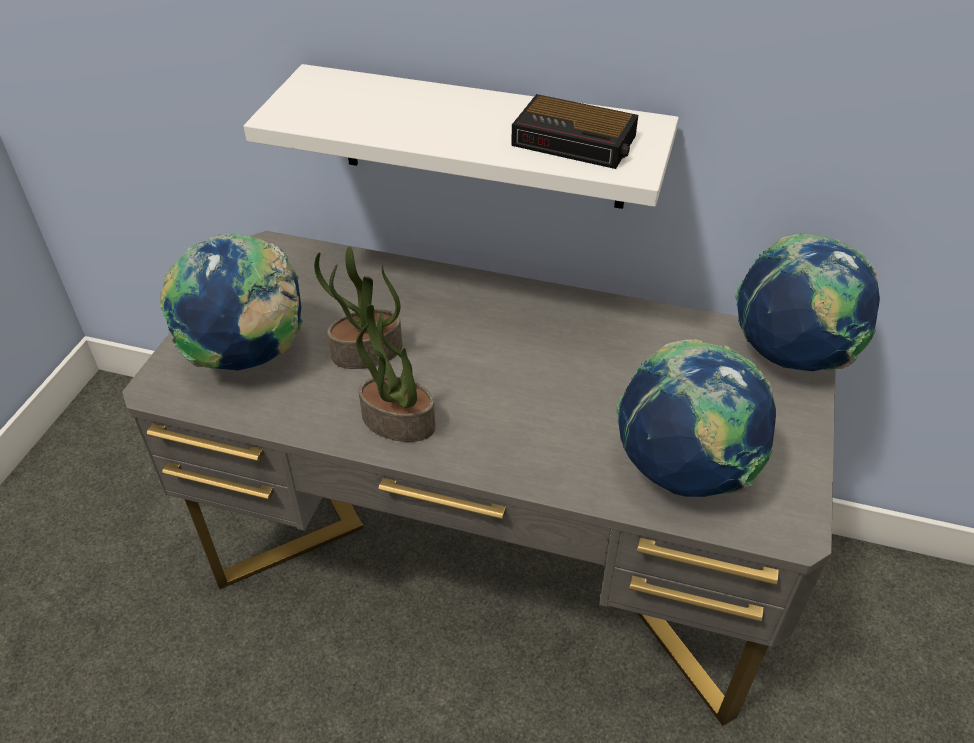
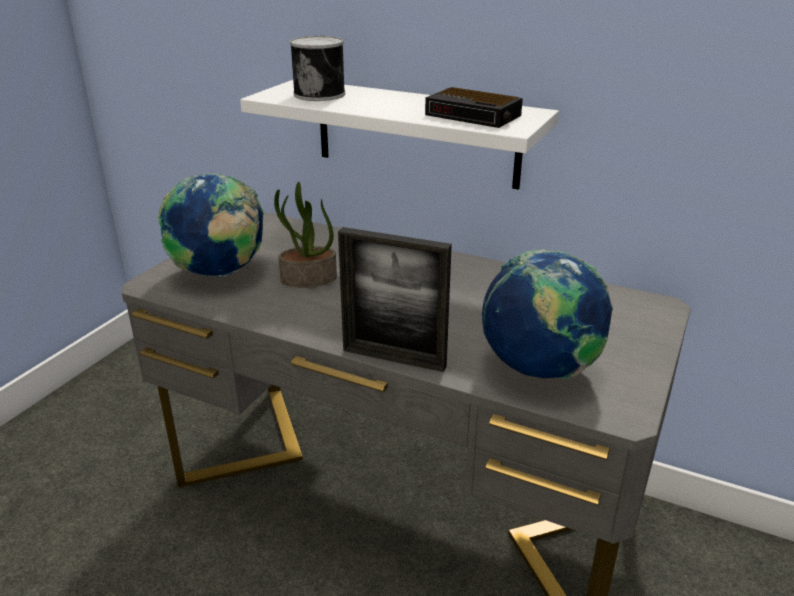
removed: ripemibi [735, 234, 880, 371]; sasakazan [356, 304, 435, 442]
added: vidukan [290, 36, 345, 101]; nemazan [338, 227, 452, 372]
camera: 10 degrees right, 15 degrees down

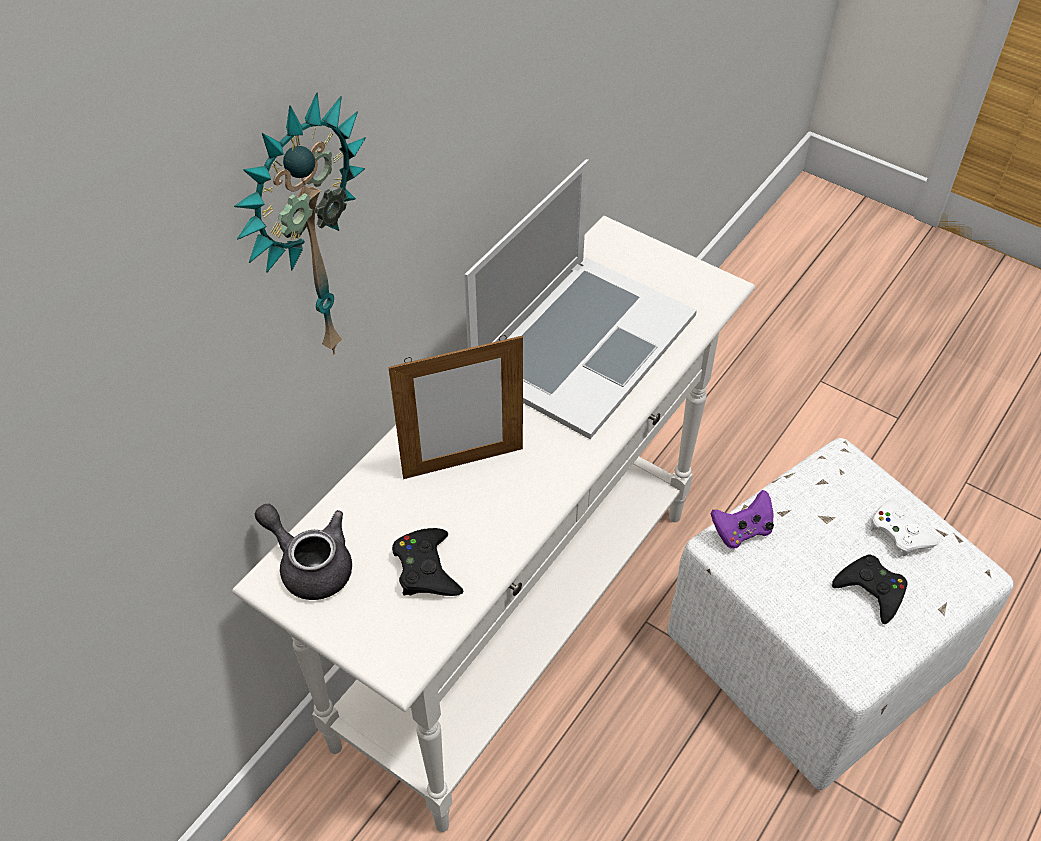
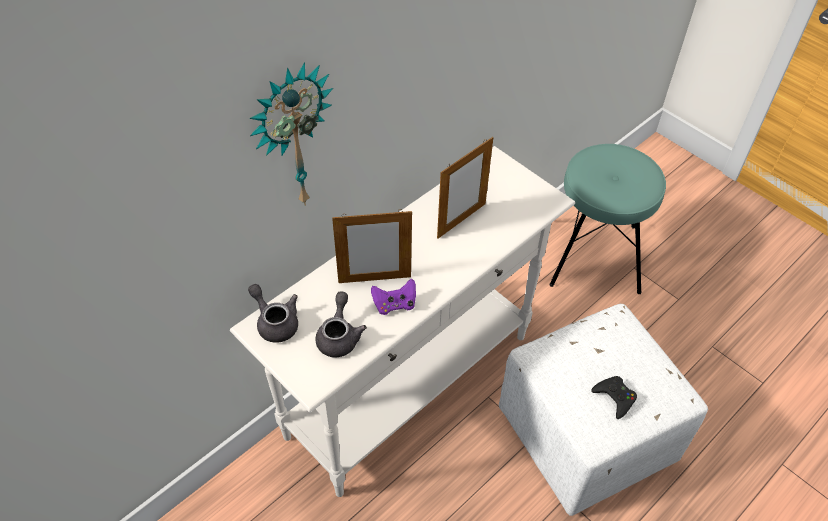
removed: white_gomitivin [869, 500, 940, 558]
added: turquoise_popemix [549, 144, 666, 294]
moved: purple_gomitivin [711, 490, 774, 549] to [371, 279, 416, 315]
replaced: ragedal [464, 159, 697, 439] to nemazan [437, 137, 493, 239]; black_gomitivin [392, 528, 463, 596] to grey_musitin [315, 292, 367, 358]
camera: 10 degrees right, 0 degrees up

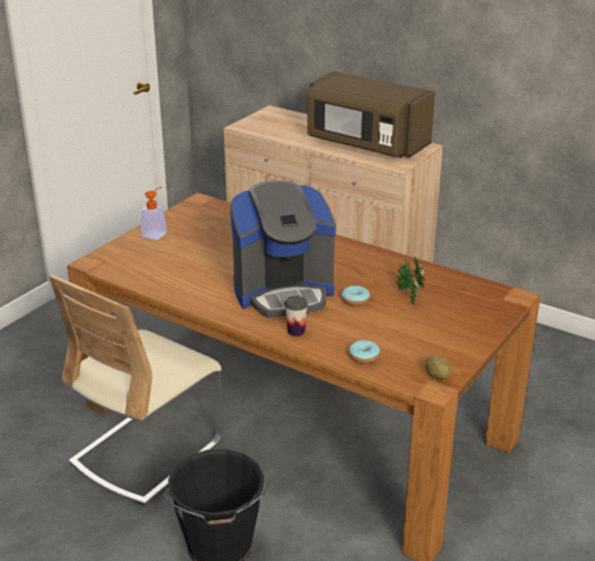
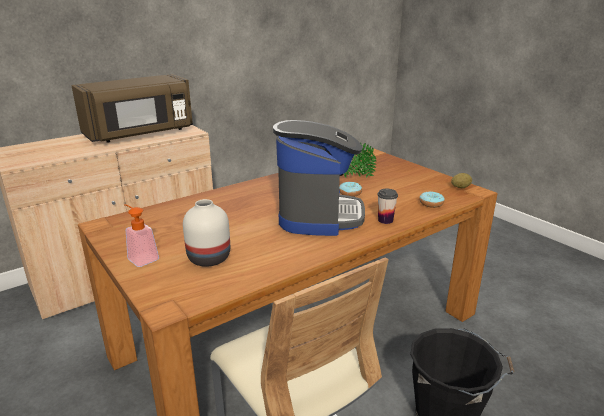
added: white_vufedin [183, 199, 230, 267]
camera: 70 degrees left, 5 degrees down

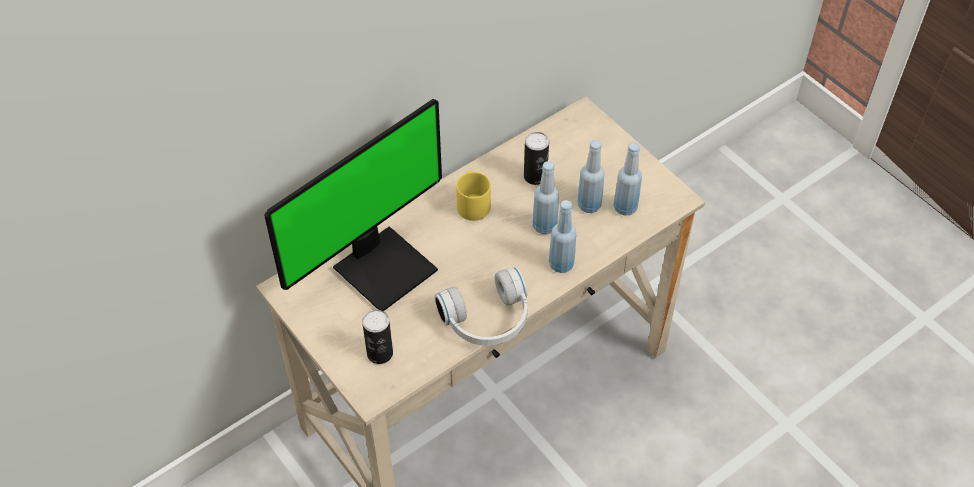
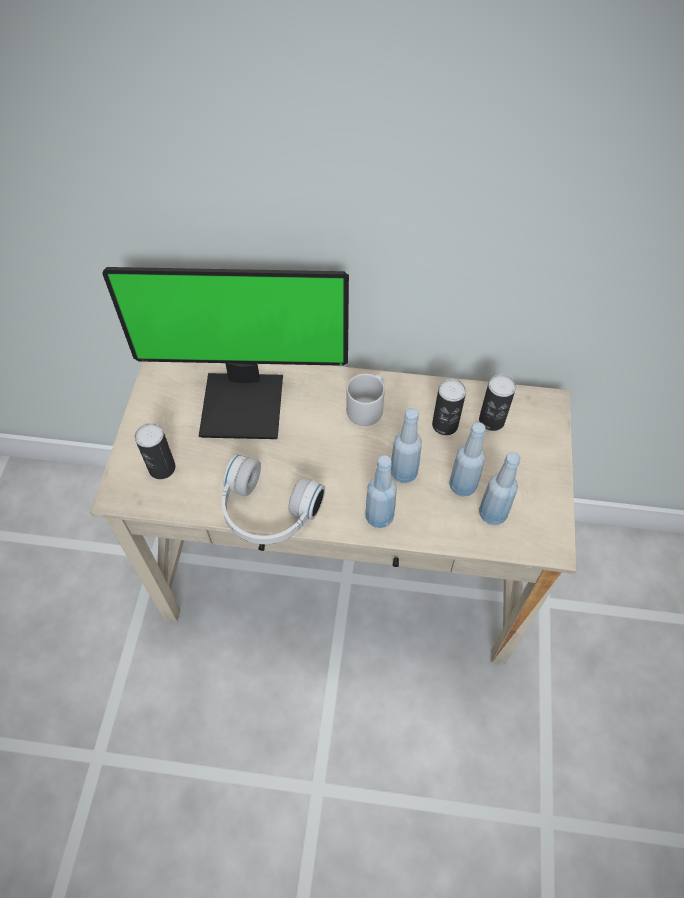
added: vidukan [479, 374, 516, 431]
recoloured: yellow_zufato [456, 171, 491, 221] to grey_zufato [346, 374, 385, 426]
camera: 45 degrees right, 5 degrees up

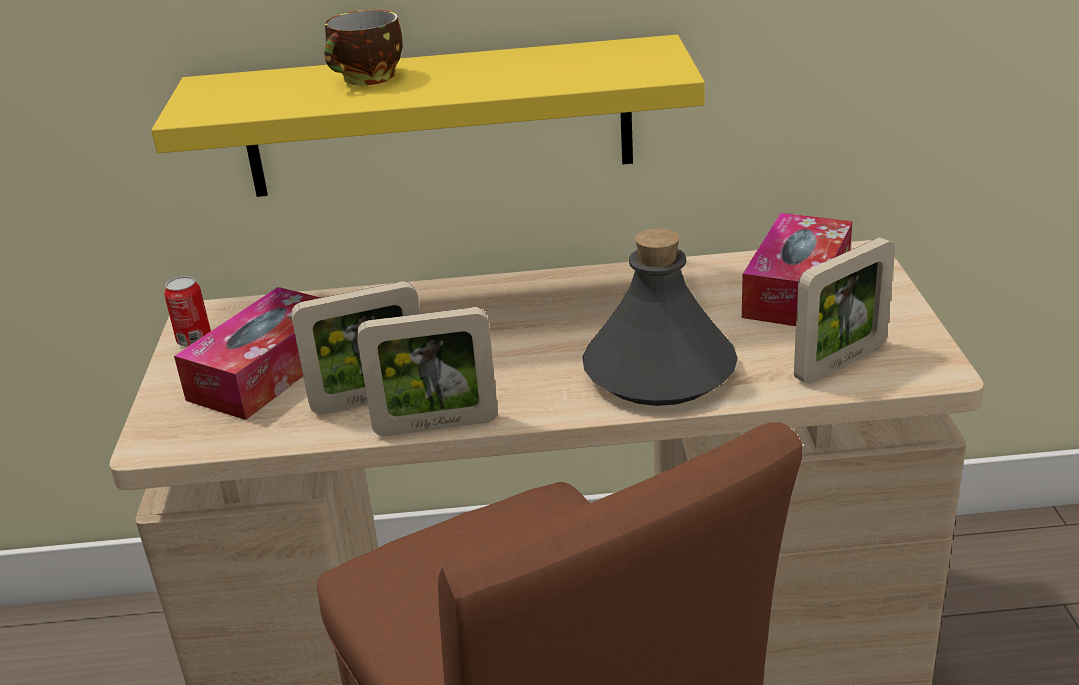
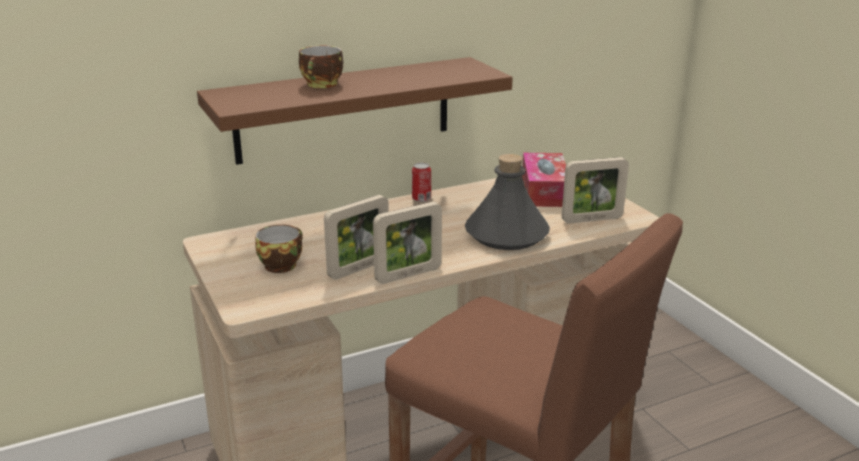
moved: vidukan [164, 276, 211, 347] to [412, 163, 431, 202]
replaced: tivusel [174, 287, 321, 420] to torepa [255, 225, 303, 273]
recoloured: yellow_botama [151, 35, 705, 197] to brown_botama [197, 57, 513, 165]
turned: nemazan [794, 238, 895, 384] = [562, 157, 629, 224] 45 degrees clockwise
camera: 25 degrees left, 5 degrees down

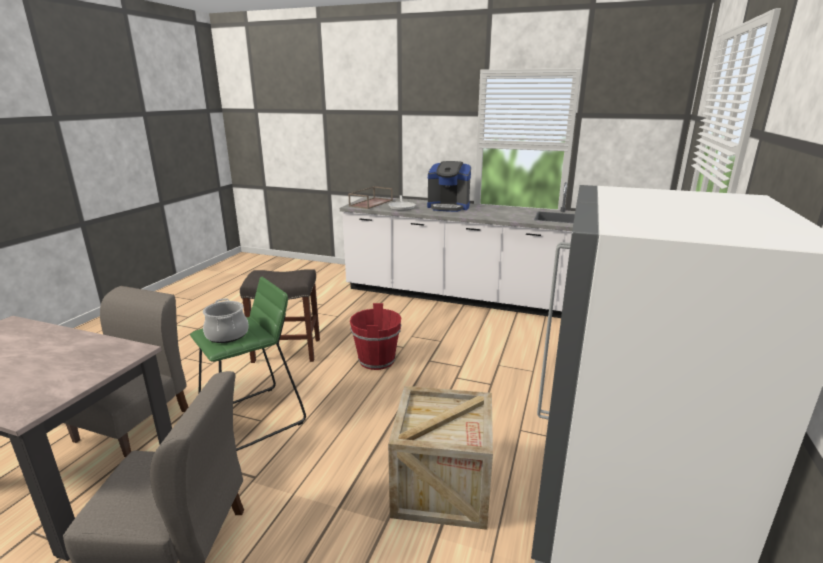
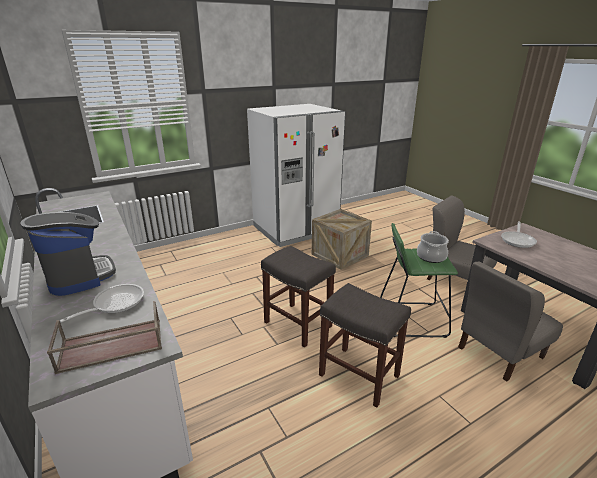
added: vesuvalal [501, 221, 537, 248]
replaced: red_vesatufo [350, 303, 401, 370] to grey_popemix [261, 246, 336, 347]
camera: 140 degrees left, 5 degrees up

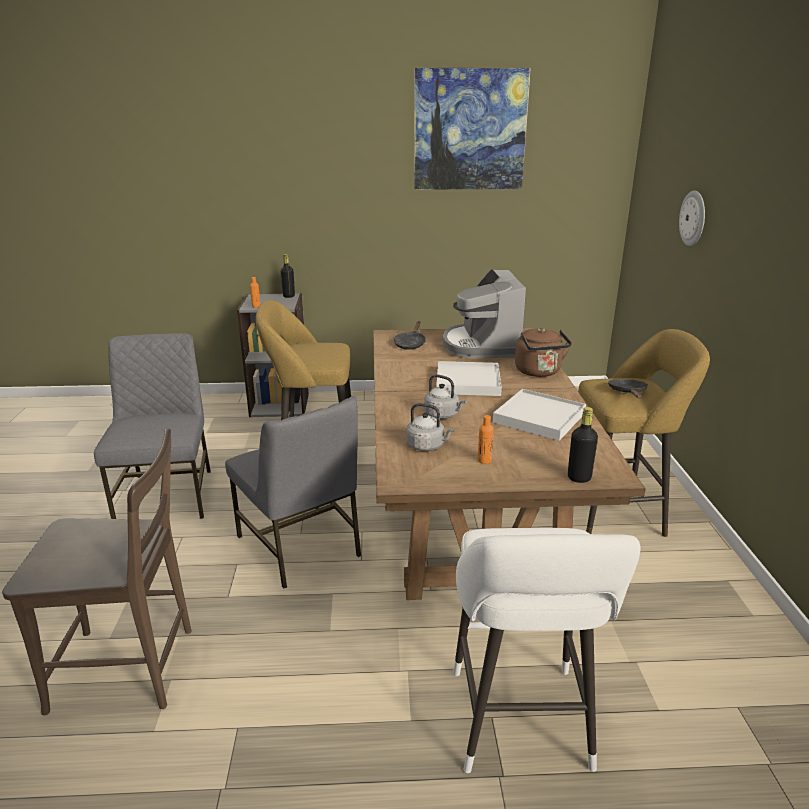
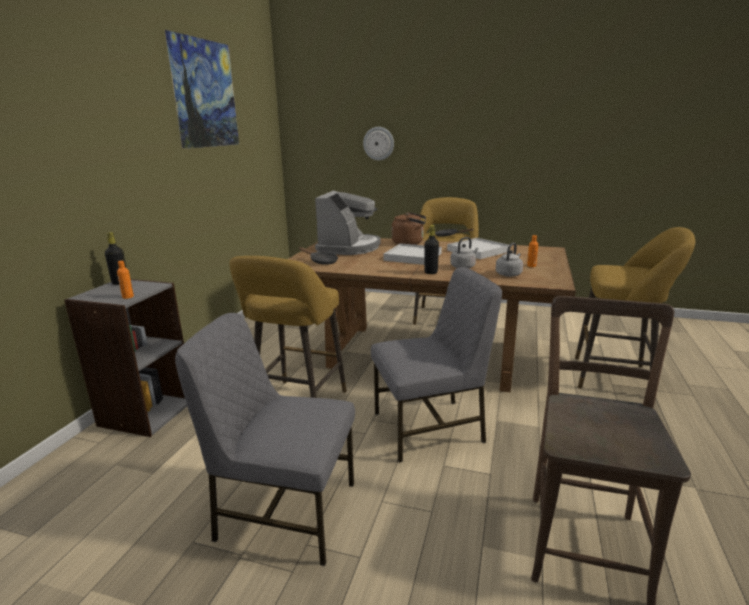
moved: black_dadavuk [568, 407, 598, 483] to [424, 225, 439, 274]
recoloured: white_popemix [453, 528, 640, 773] to yellow_popemix [575, 227, 695, 389]
turned: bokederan [443, 269, 526, 359] = [315, 191, 381, 255] 90 degrees counterclockwise
camera: 70 degrees left, 5 degrees down

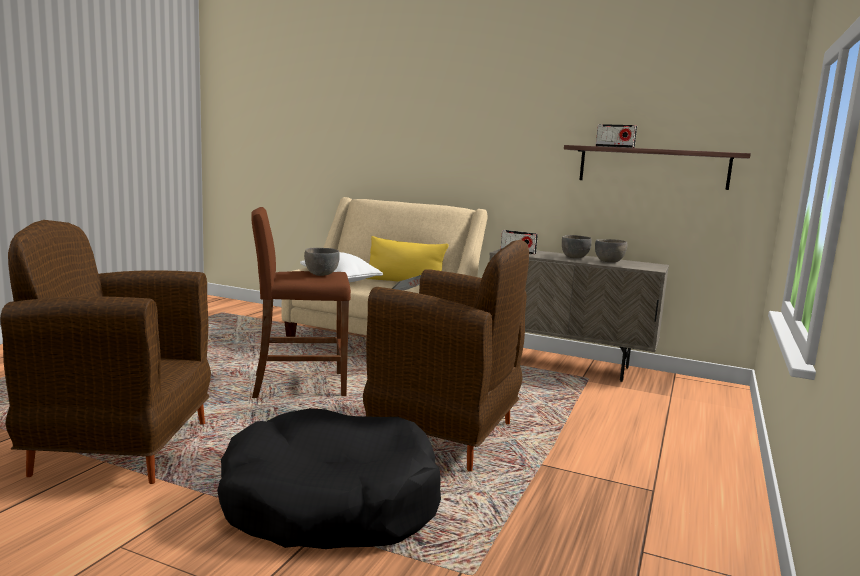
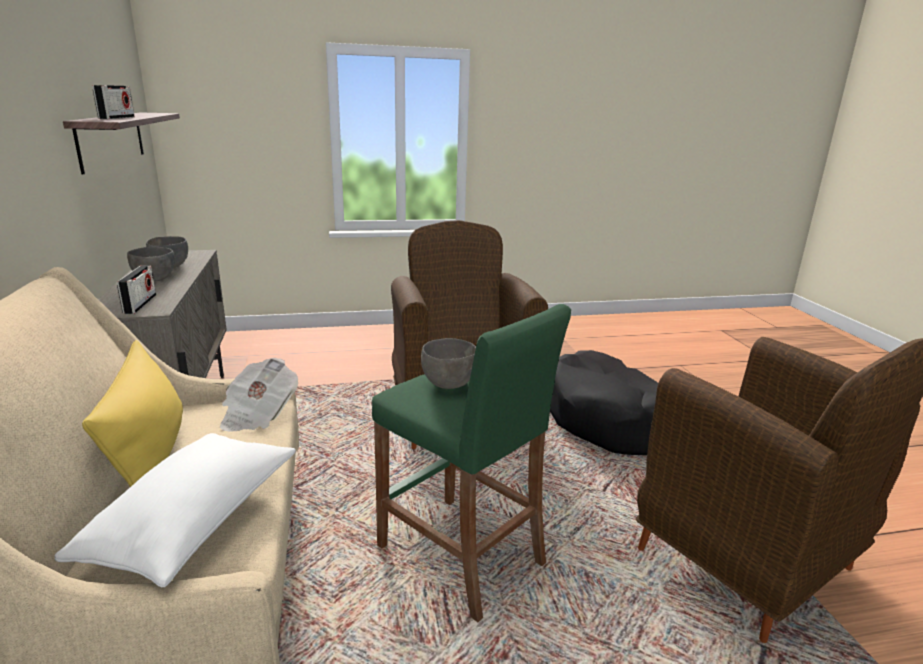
recoloured: brown_popemix [251, 207, 351, 398] to green_popemix [372, 304, 571, 622]
camera: 125 degrees left, 10 degrees up

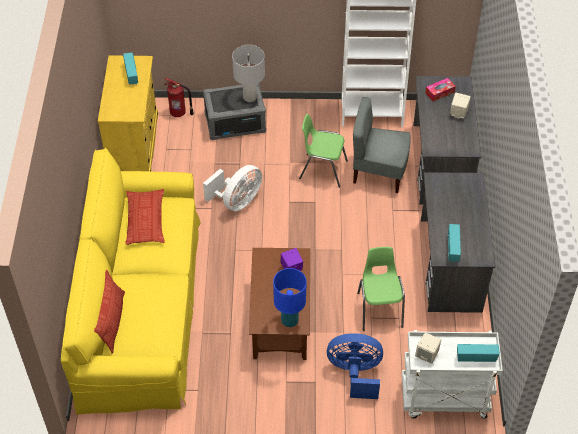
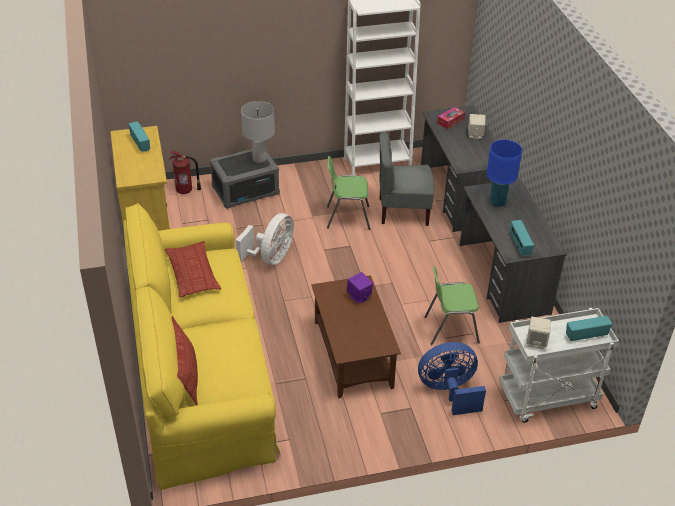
moved: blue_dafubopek [273, 268, 307, 327] to [487, 140, 522, 207]
turned: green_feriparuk [357, 247, 405, 331] = [424, 266, 480, 345] 75 degrees counterclockwise
camera: 15 degrees left, 10 degrees down

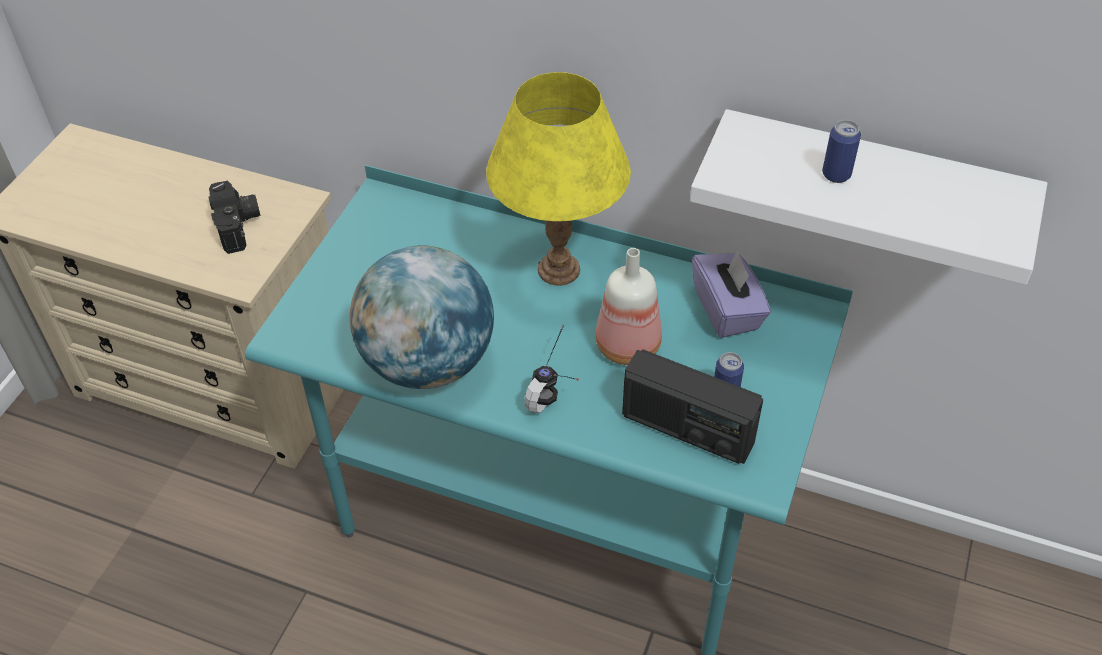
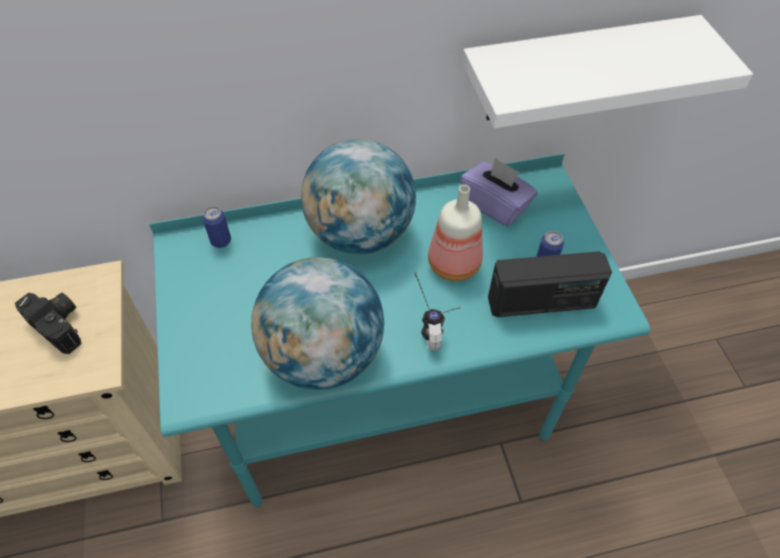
moved: vidukan [822, 120, 861, 183] to [202, 206, 231, 248]
replaced: yellow_dafubopek [486, 72, 631, 286] to ripemibi [301, 139, 416, 254]
camera: 35 degrees left, 5 degrees up

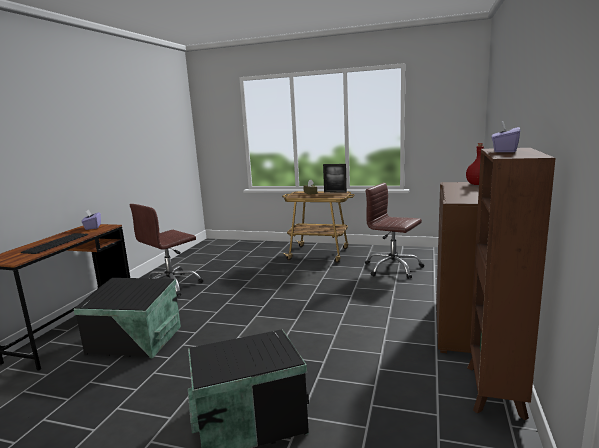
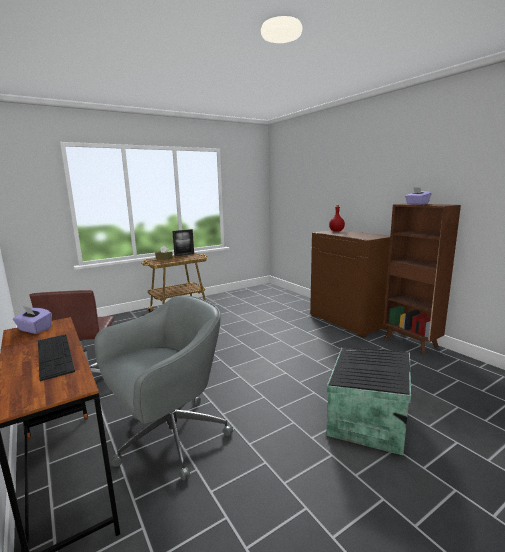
removed: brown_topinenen [365, 183, 424, 279]
replaced: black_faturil [73, 278, 181, 358] to grey_topinenen [94, 296, 233, 481]
camera: 50 degrees left, 0 degrees up

